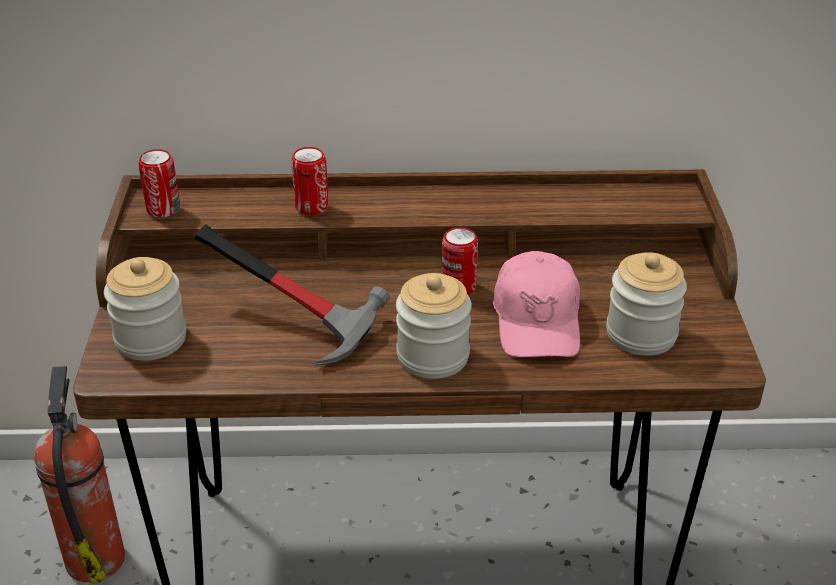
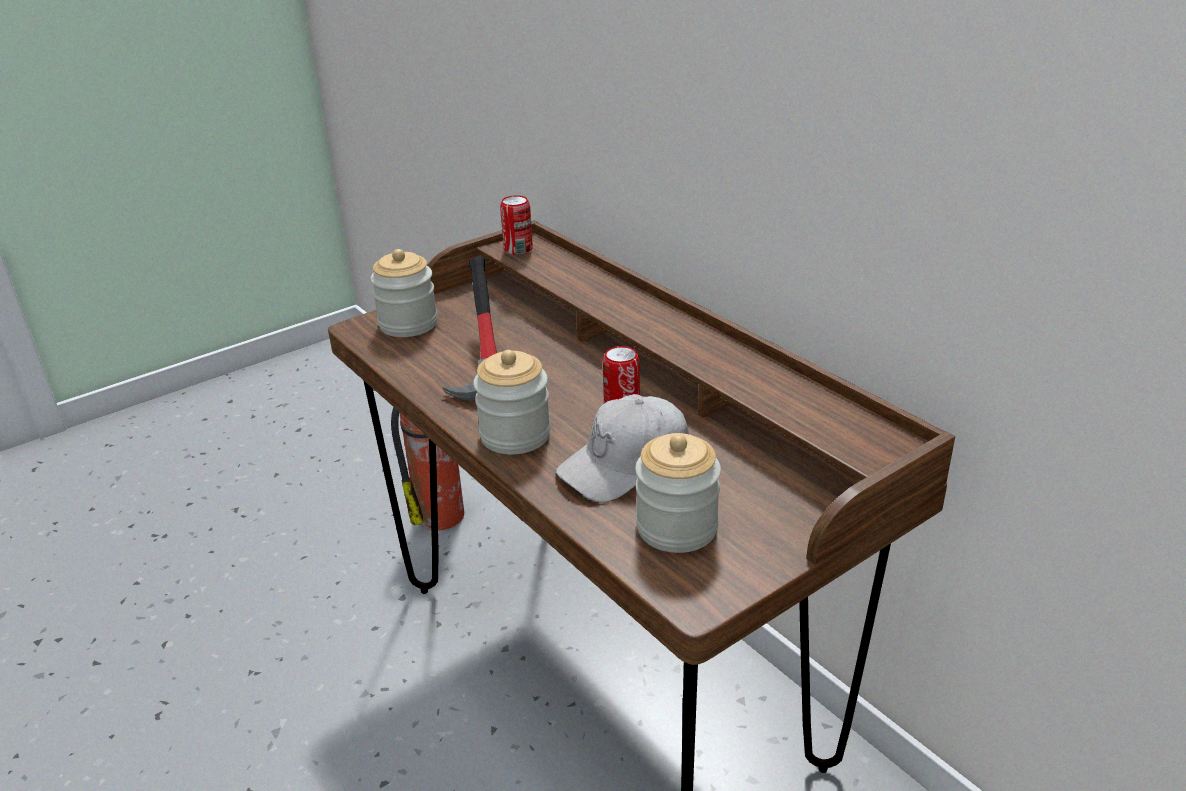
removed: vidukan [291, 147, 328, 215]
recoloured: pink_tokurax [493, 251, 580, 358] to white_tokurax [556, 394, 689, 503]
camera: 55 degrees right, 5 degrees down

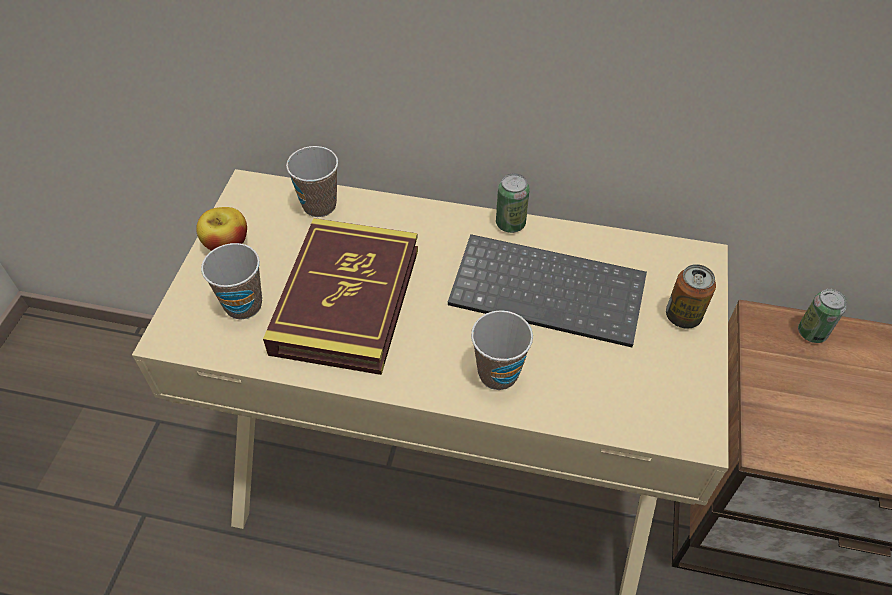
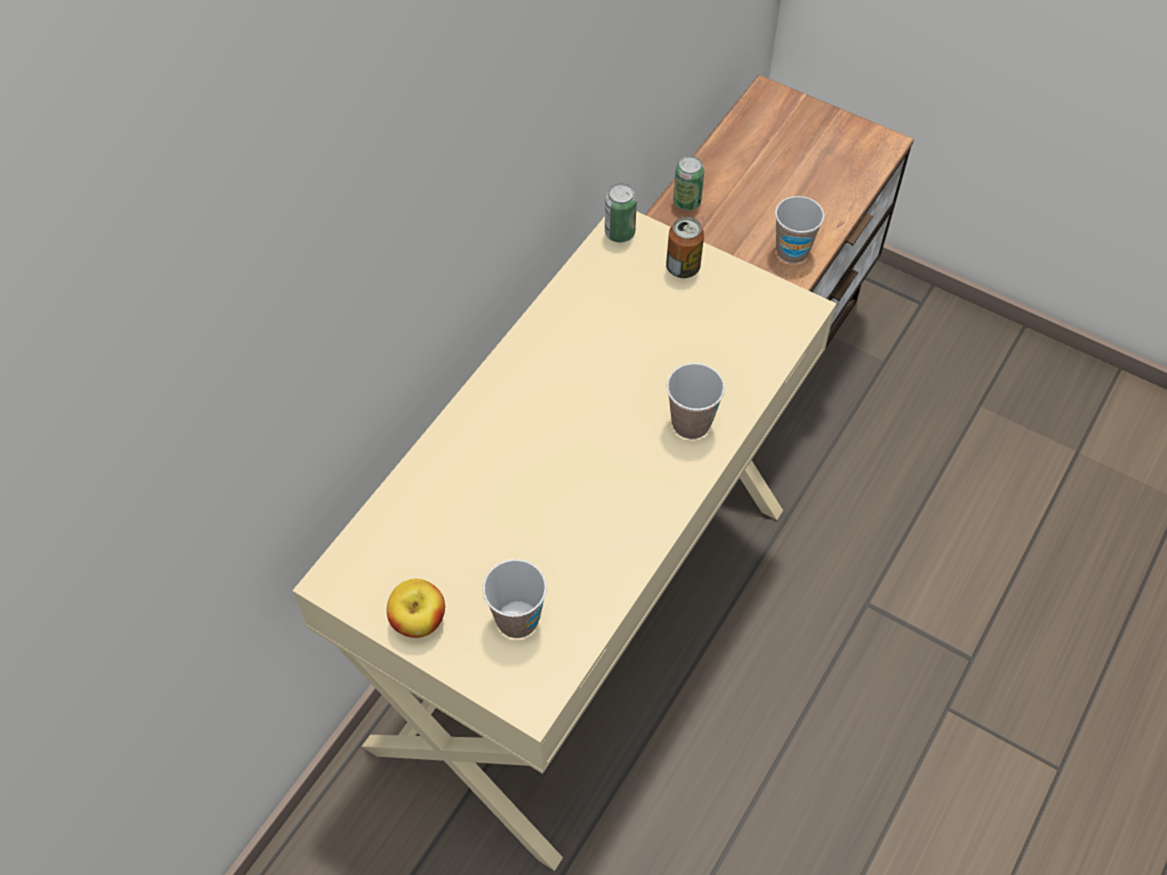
removed: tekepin [263, 218, 418, 375]; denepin [448, 234, 647, 347]
moved: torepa [286, 146, 338, 217] to [775, 196, 824, 263]; vidukan [496, 173, 530, 233] to [605, 183, 637, 243]
camera: 70 degrees left, 5 degrees up

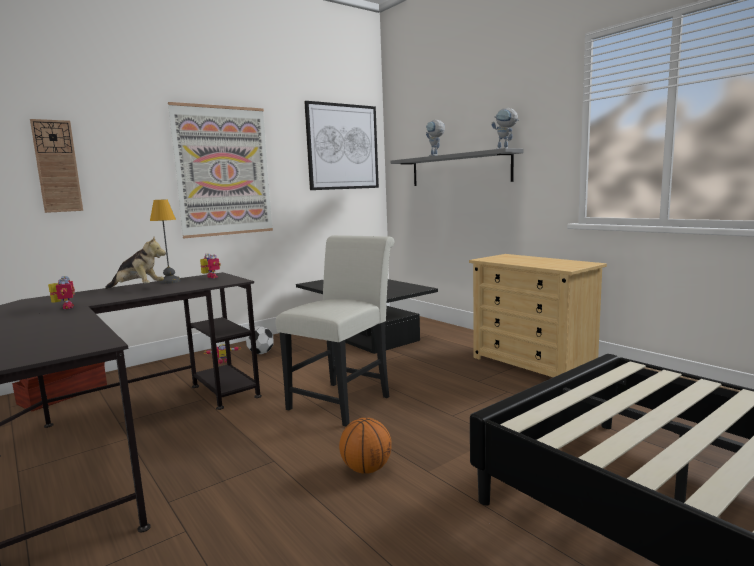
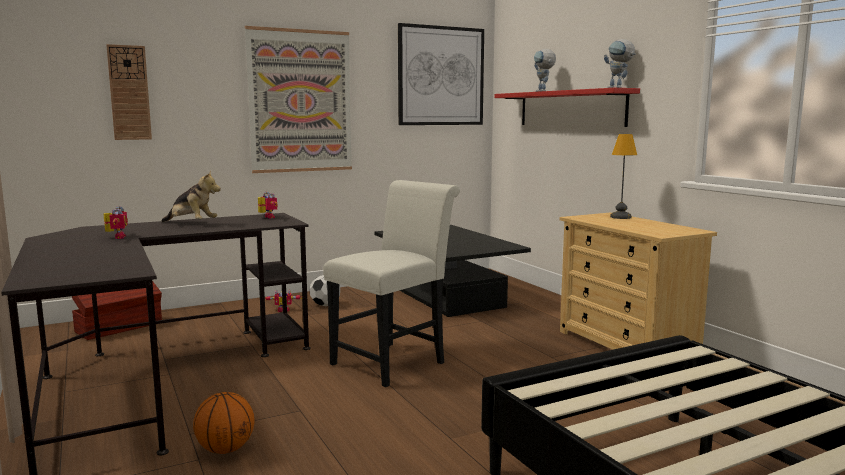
moved: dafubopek [150, 199, 181, 284] to [610, 134, 637, 219]; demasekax [339, 418, 392, 474] to [193, 392, 255, 454]
recoloured: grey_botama [391, 148, 524, 186] to red_botama [494, 88, 640, 127]
camera: 10 degrees right, 0 degrees up

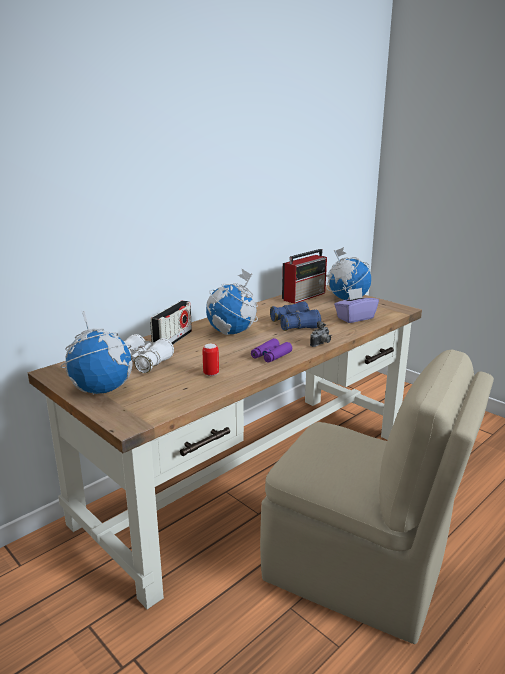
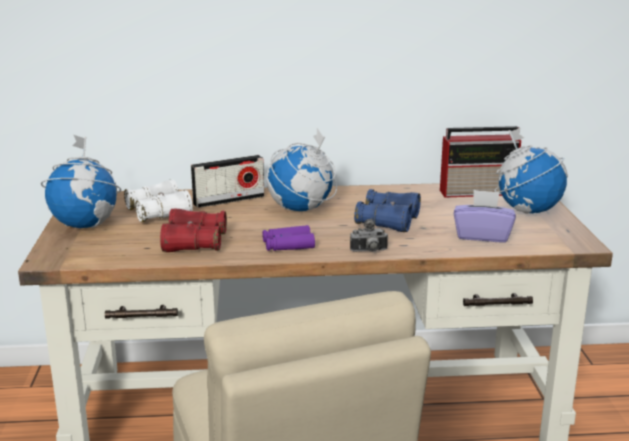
replaced: vidukan [202, 344, 219, 376] to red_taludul [160, 208, 227, 252]
camera: 40 degrees right, 0 degrees up

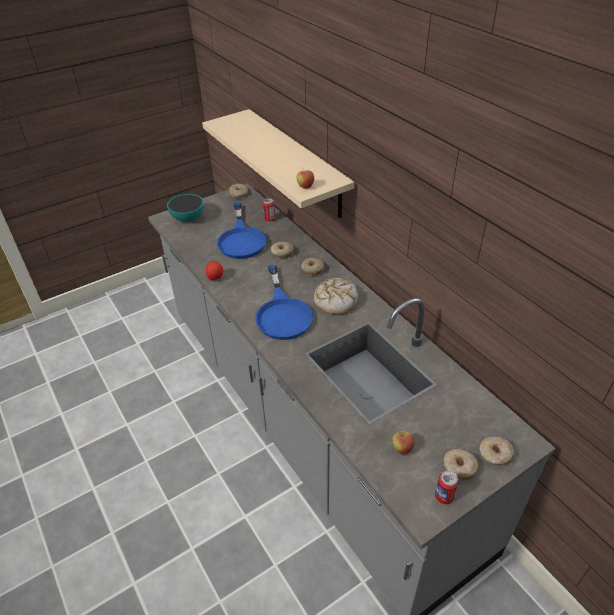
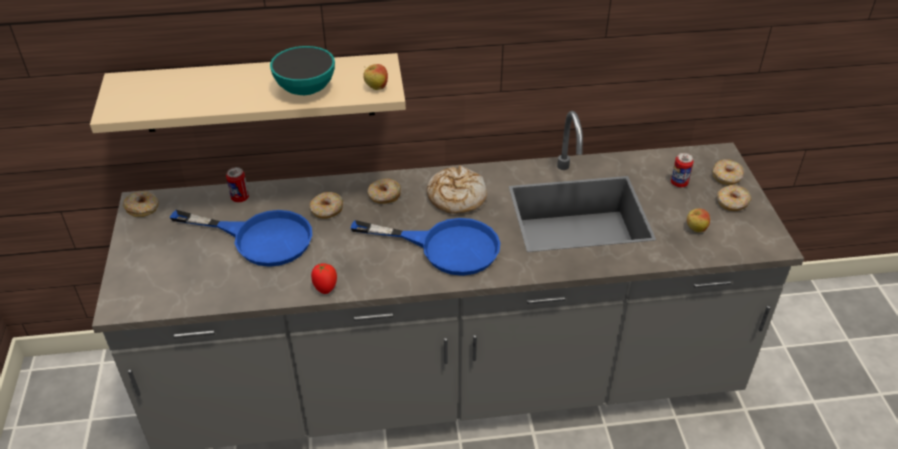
moved: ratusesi [167, 194, 204, 222] to [270, 46, 335, 95]; vidukan [435, 471, 459, 504] to [671, 153, 694, 188]
camera: 65 degrees left, 0 degrees up

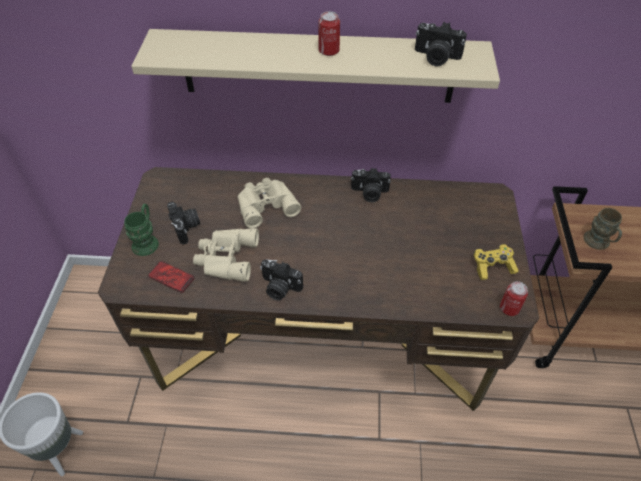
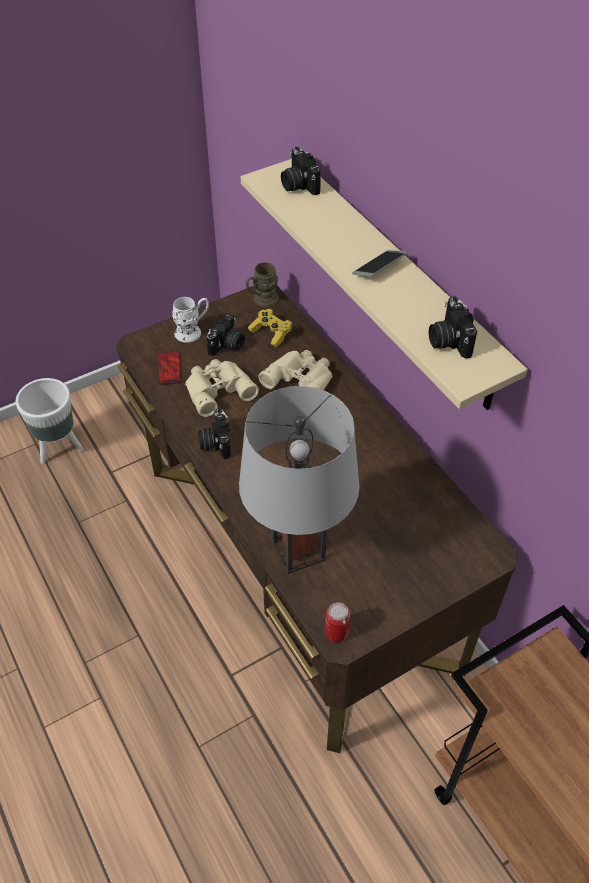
added: grey_dafubopek [239, 386, 360, 574]
moved: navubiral [351, 168, 391, 202] to [281, 147, 321, 195]; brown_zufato [583, 208, 622, 250] to [246, 262, 279, 307]; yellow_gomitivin [474, 244, 519, 280] to [248, 309, 293, 347]
replaced: vidukan [318, 11, 340, 56] to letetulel [352, 250, 407, 277]
recoloured: green_zufato [124, 204, 159, 256] to white_zufato [172, 297, 209, 343]
camera: 55 degrees right, 0 degrees up

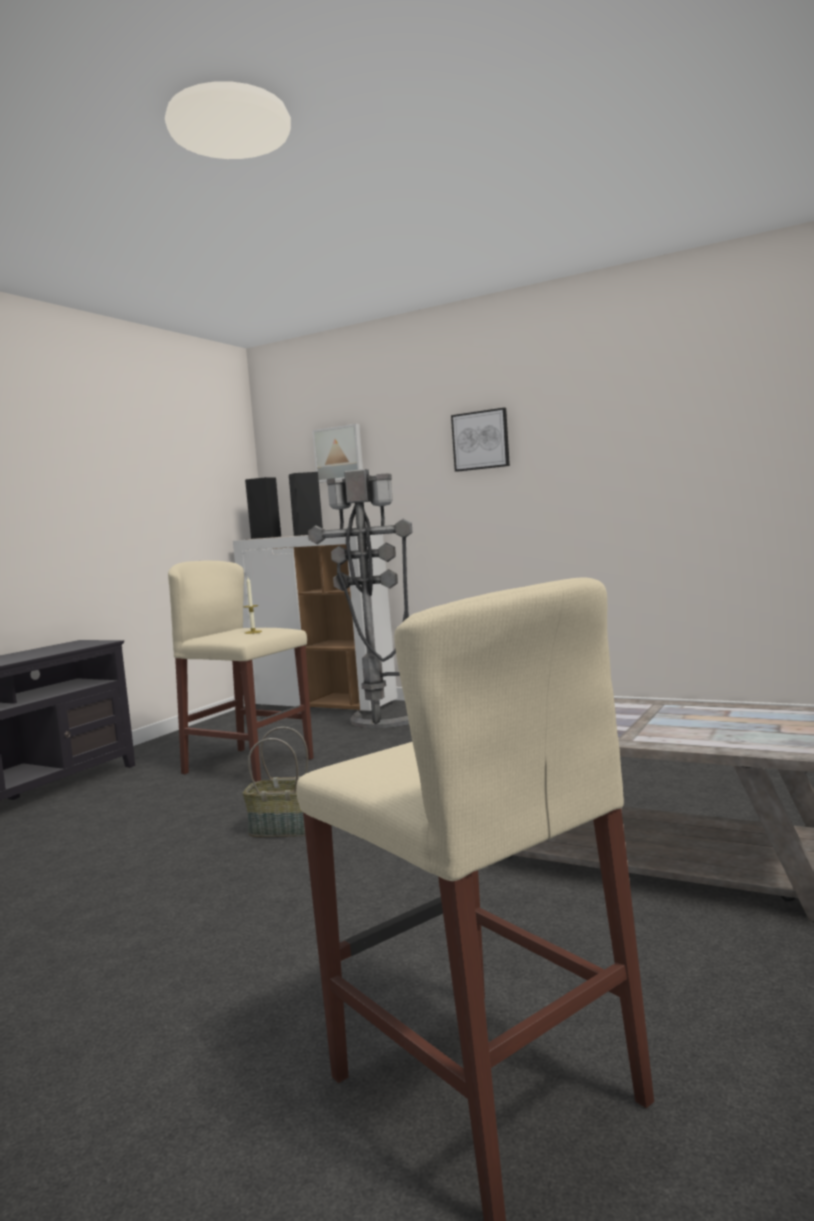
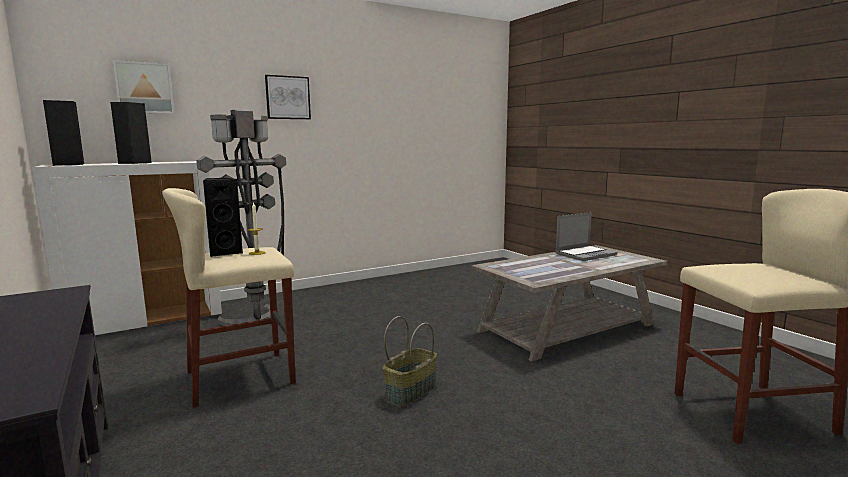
added: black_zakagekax [203, 178, 243, 257]; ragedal [555, 212, 618, 261]
camera: 60 degrees left, 5 degrees up

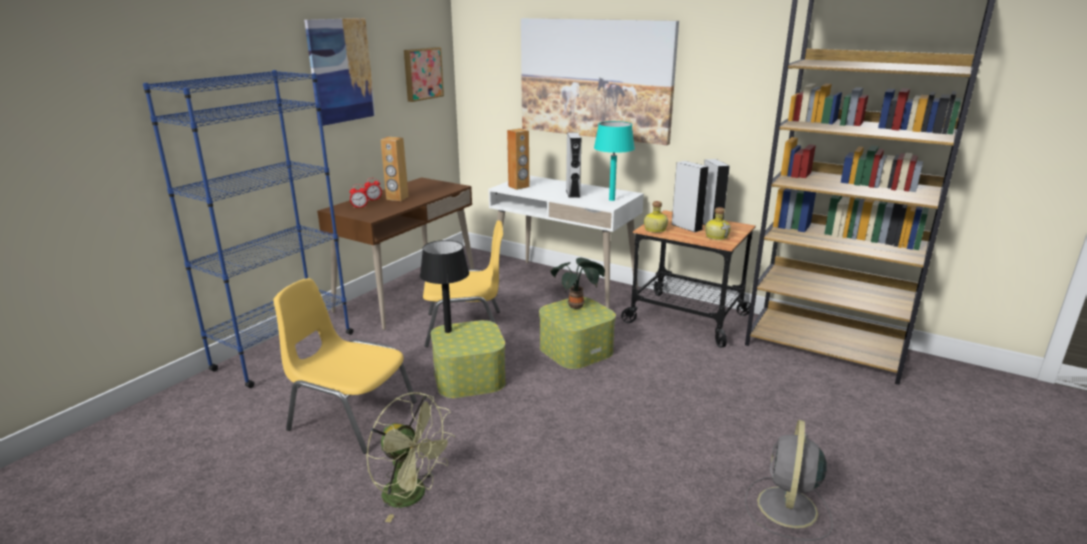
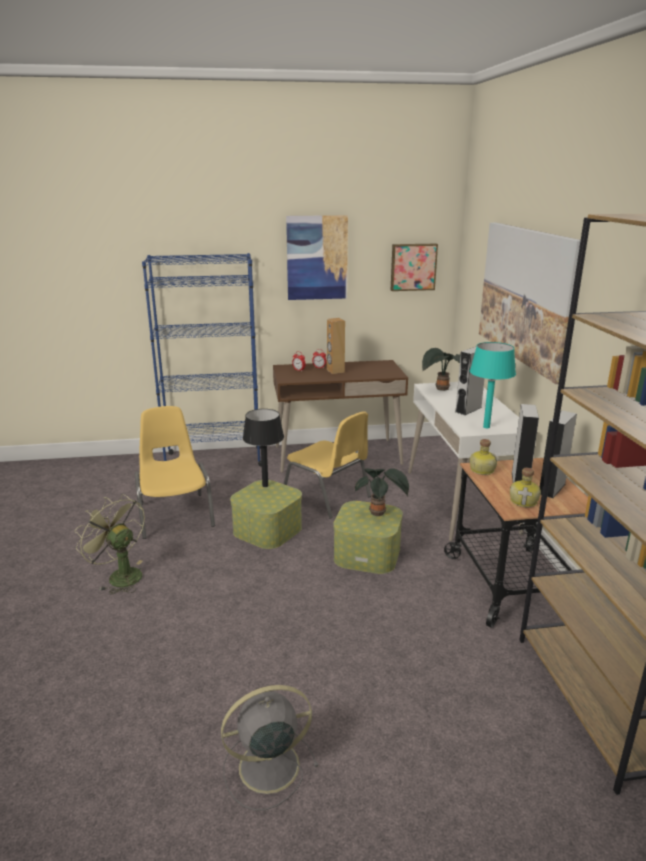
replaced: brown_zakagekax [507, 128, 529, 190] to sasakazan [422, 348, 460, 391]
turned: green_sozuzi [366, 392, 455, 522] = [74, 494, 145, 594] 135 degrees clockwise
camera: 50 degrees right, 0 degrees up

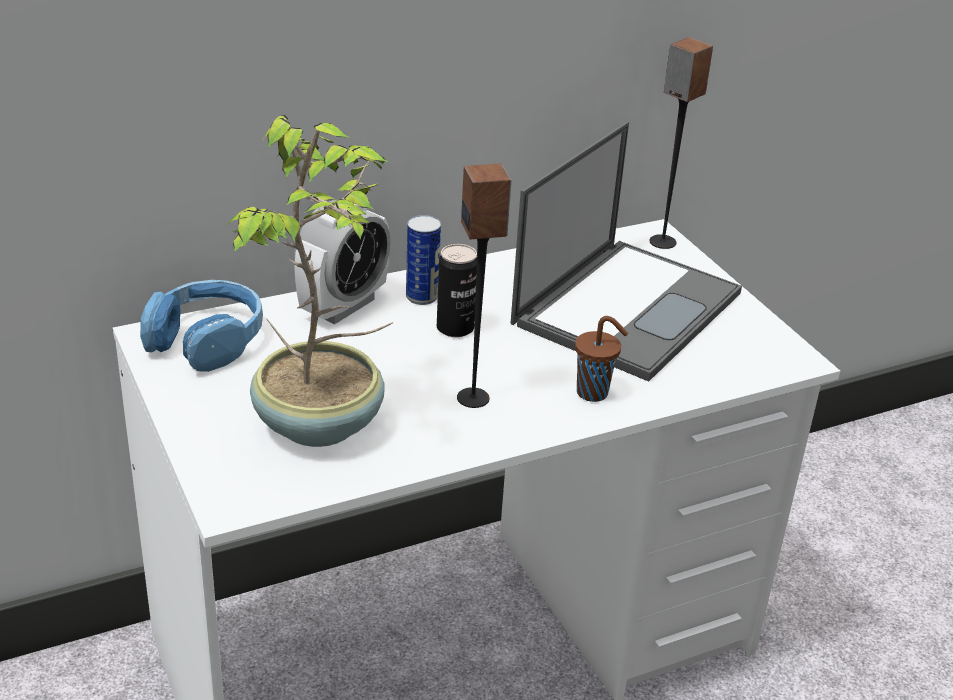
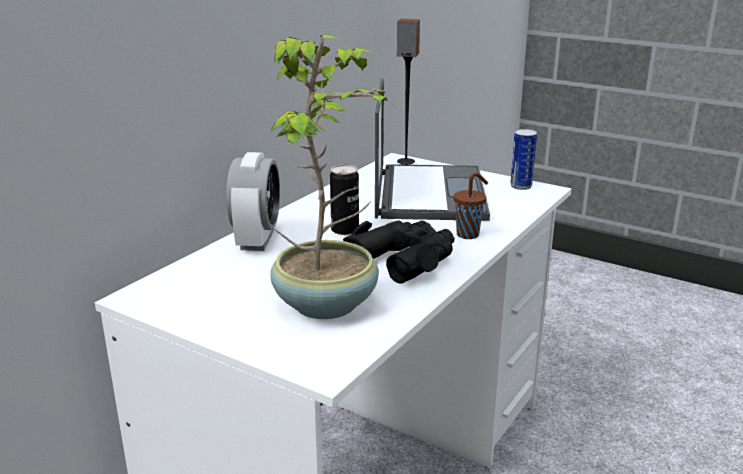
removed: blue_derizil [140, 280, 263, 372]
moved: vidukan [406, 215, 441, 305] to [510, 129, 537, 190]
replaced: zakagekax [457, 163, 511, 408] to black_taludul [343, 220, 455, 284]
camera: 30 degrees left, 10 degrees down

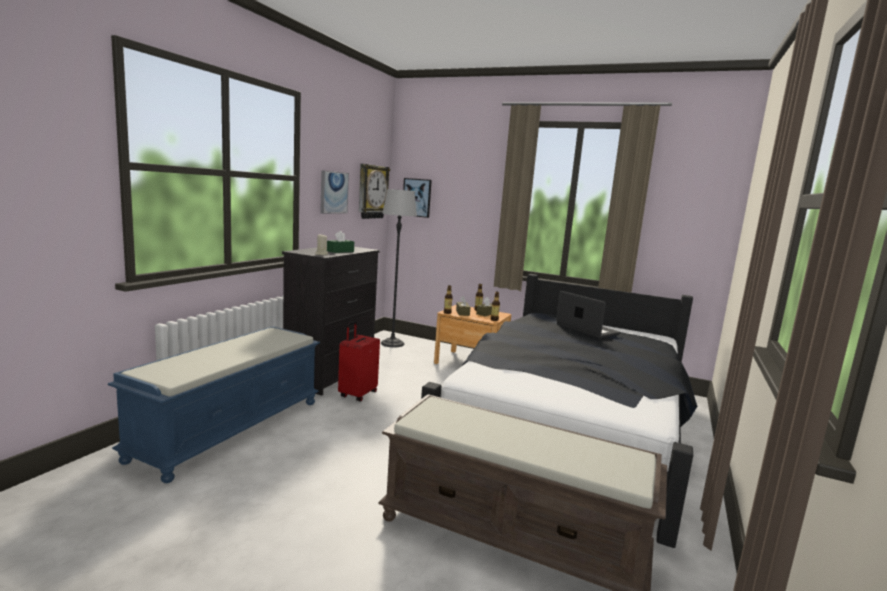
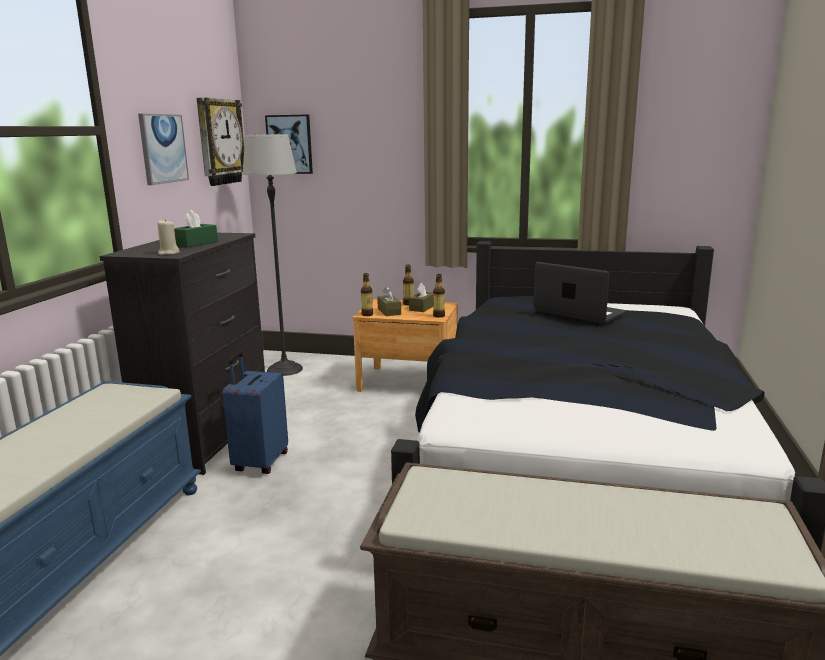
recoloured: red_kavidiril [338, 321, 380, 401] to blue_kavidiril [222, 352, 288, 474]
camera: 10 degrees left, 5 degrees up

